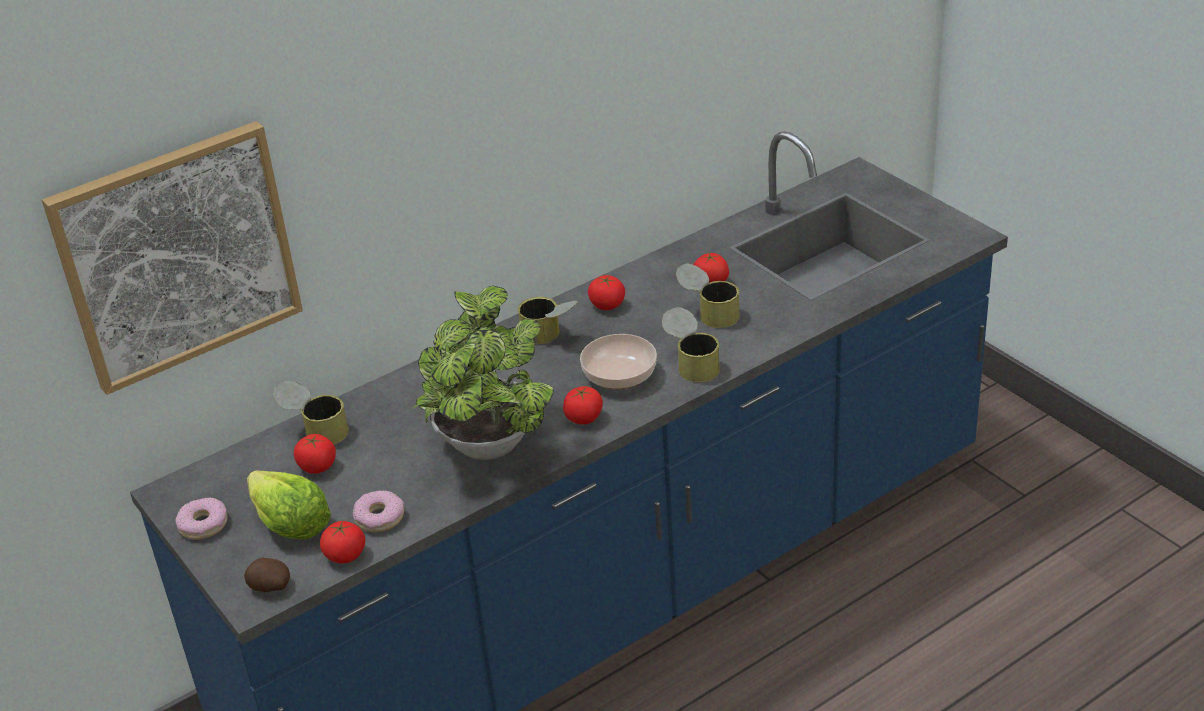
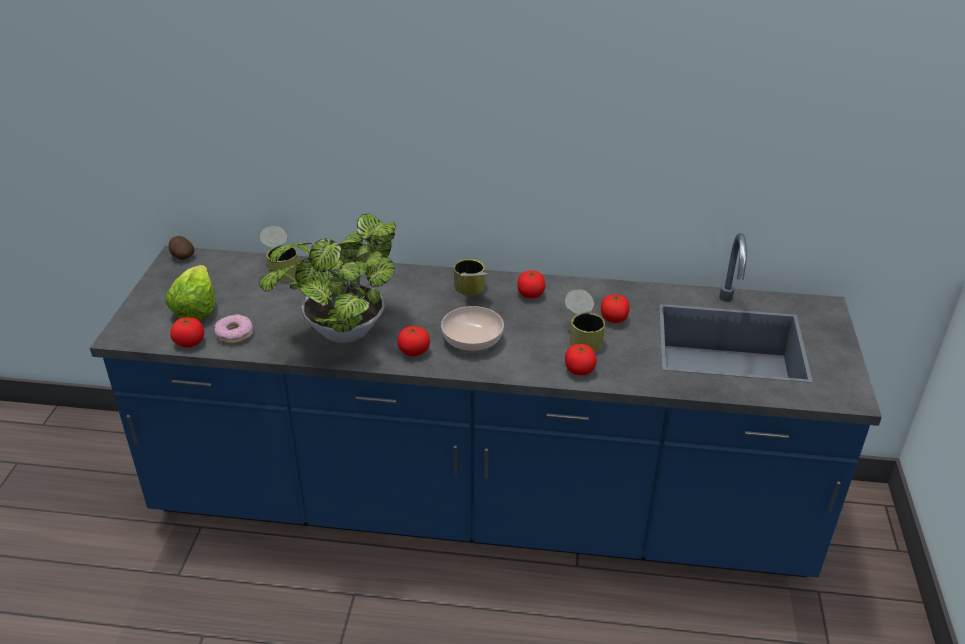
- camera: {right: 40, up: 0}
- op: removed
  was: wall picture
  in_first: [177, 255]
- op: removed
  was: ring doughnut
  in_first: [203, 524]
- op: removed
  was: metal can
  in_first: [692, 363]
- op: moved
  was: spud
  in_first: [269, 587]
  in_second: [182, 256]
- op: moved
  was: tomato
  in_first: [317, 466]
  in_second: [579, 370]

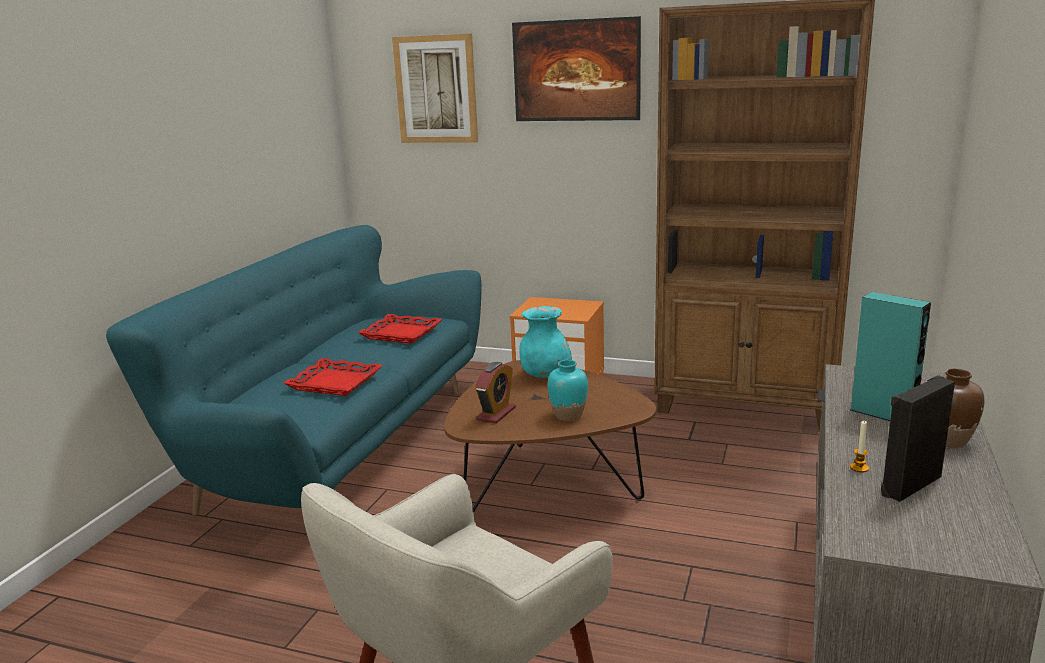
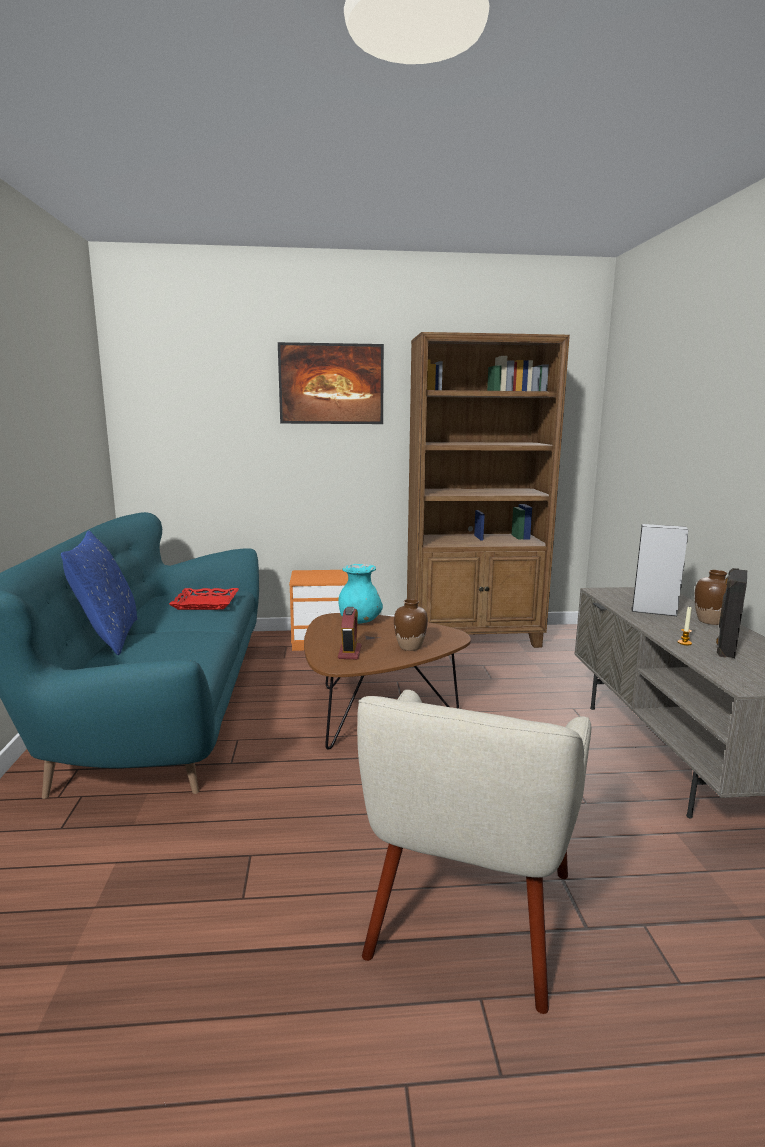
- camera: {right: -25, up: -5}
- op: removed
  was: serving tray (red-coloured)
  in_first: [334, 383]
- op: removed
  was: wall picture
  in_first: [436, 89]
- op: added
  now: throw pillow (blue)
  in_second: [108, 637]
- op: recoloured
  was: decorative vase (turquoise-coloured)
  now: decorative vase (brown-coloured)
  in_first: [568, 416]
  in_second: [410, 647]
- op: recoloured
  was: audio speaker (turquoise-coloured)
  now: audio speaker (gray)
  in_first: [883, 414]
  in_second: [654, 611]

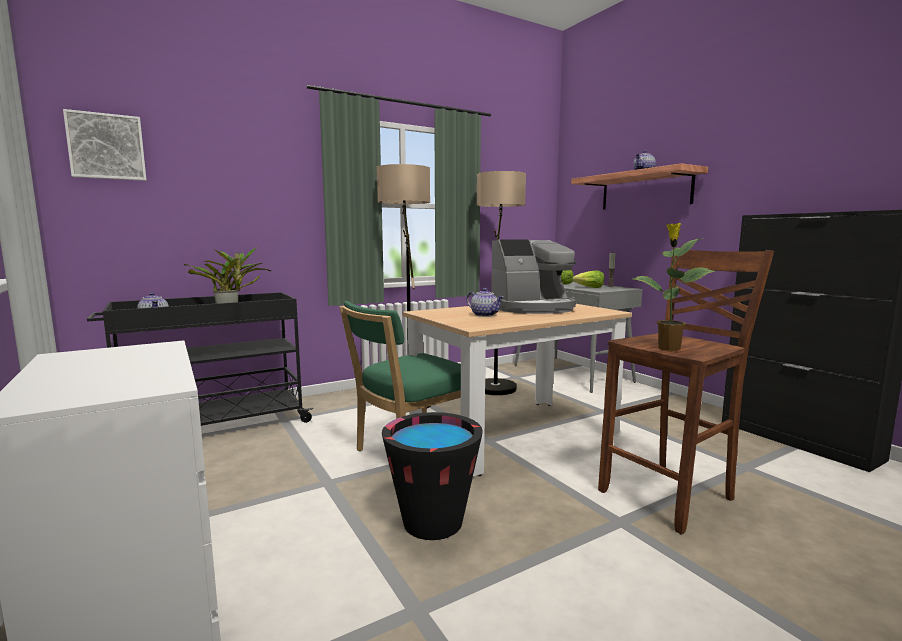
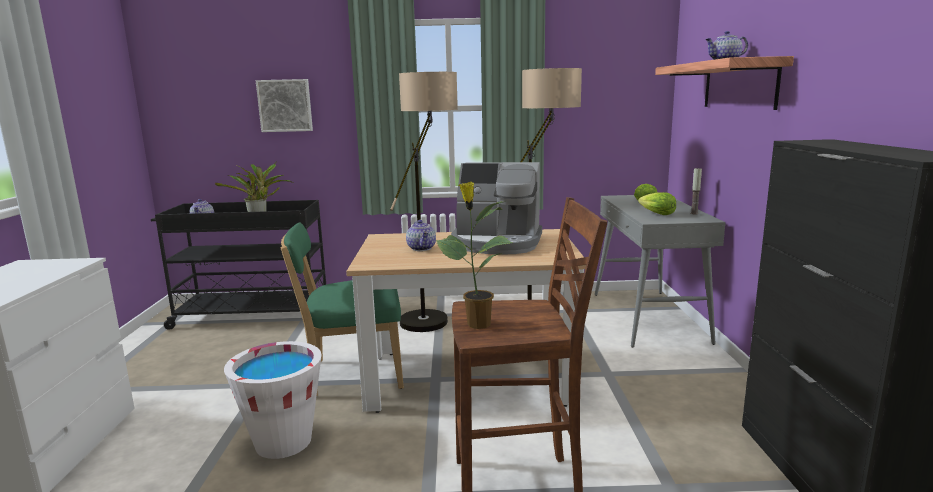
- camera: {right: 30, up: 5}
- op: moved
  was: wall picture
  in_first: [107, 147]
  in_second: [285, 105]
- op: recoloured
  was: pail (black-coloured)
  now: pail (white-coloured)
  in_first: [432, 522]
  in_second: [283, 442]

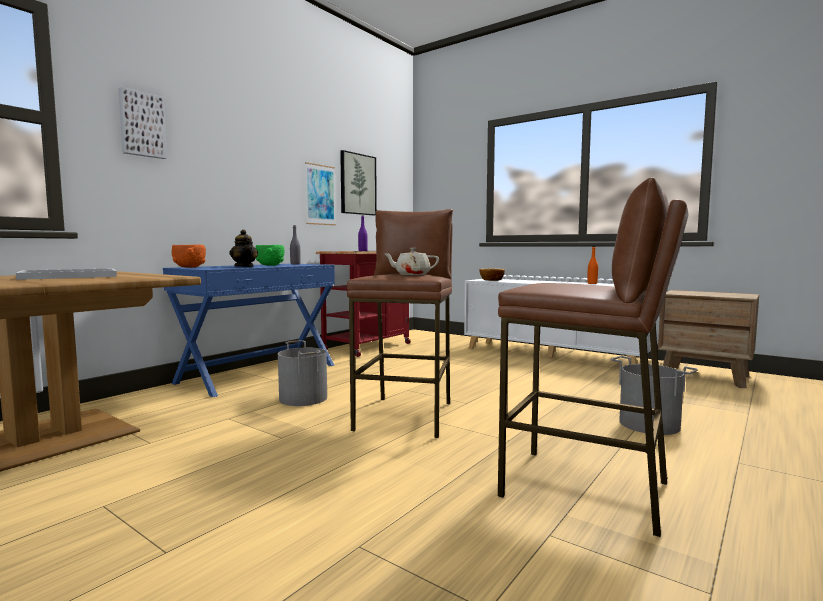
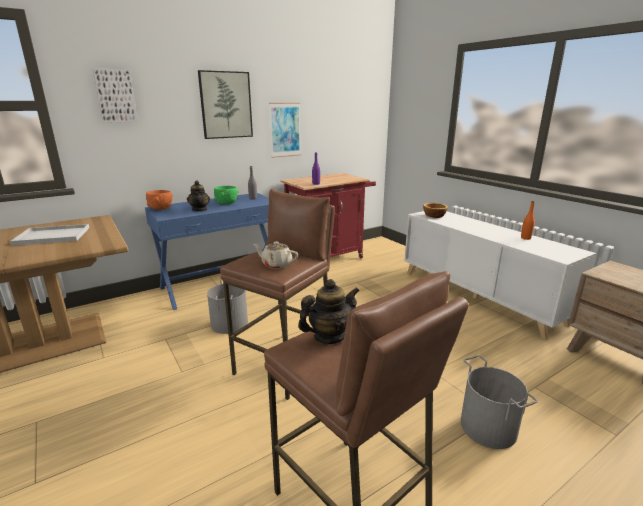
- camera: {right: 20, up: 15}
- op: added
  now: teapot
  in_second: [329, 336]
- op: moved
  was: wall picture
  in_first: [357, 184]
  in_second: [226, 105]

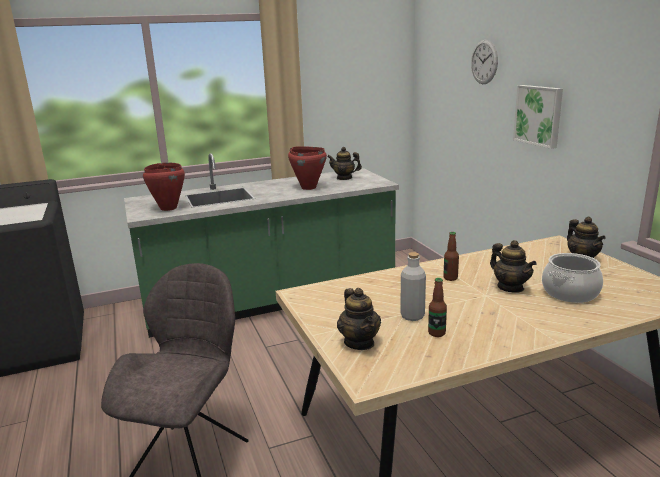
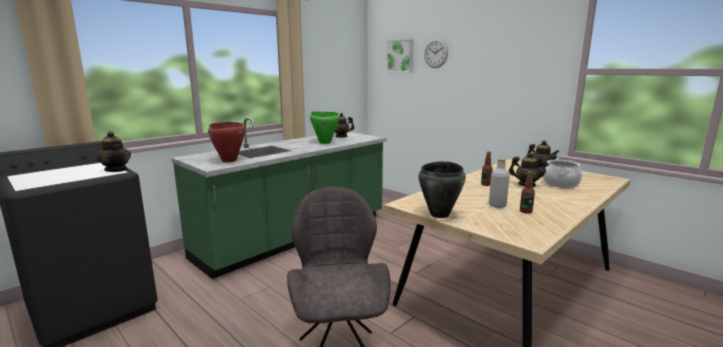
- camera: {right: -25, up: -5}
- op: added
  now: cooking pot (black-coloured)
  in_second: [440, 214]
- op: moved
  was: teapot
  in_first: [359, 342]
  in_second: [116, 170]
- op: moved
  was: wall picture
  in_first: [539, 115]
  in_second: [400, 56]
- op: recoloured
  was: cooking pot (red-coloured)
  now: cooking pot (green)
  in_first: [308, 187]
  in_second: [325, 142]

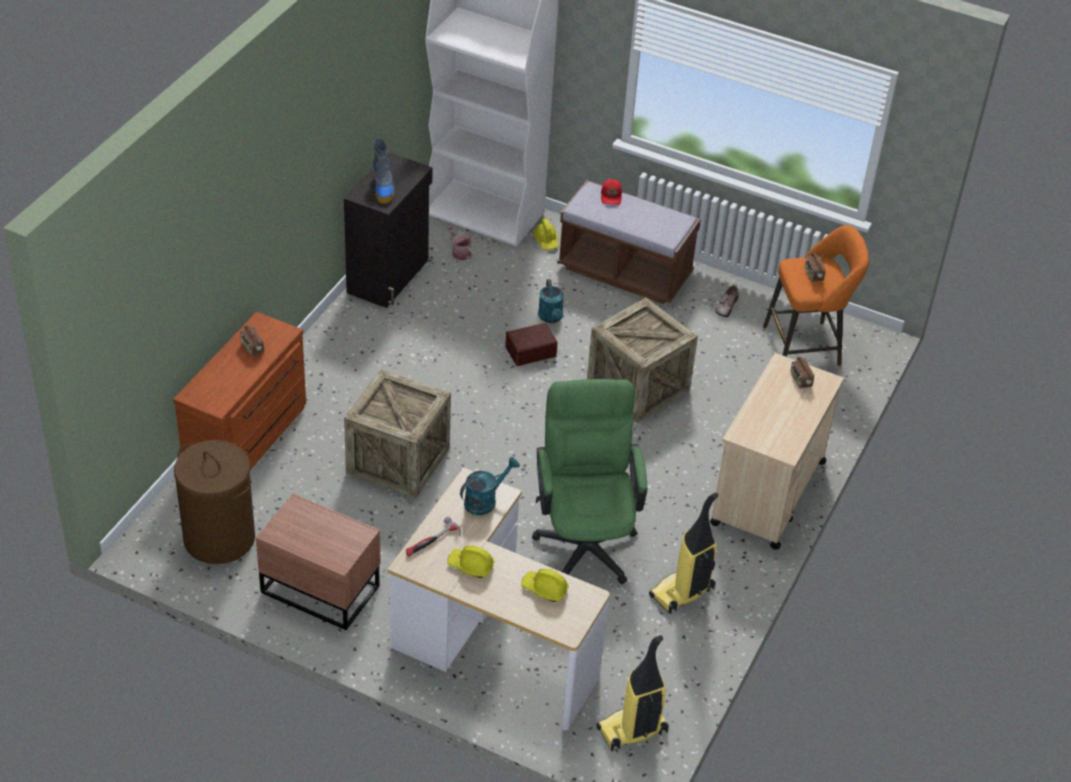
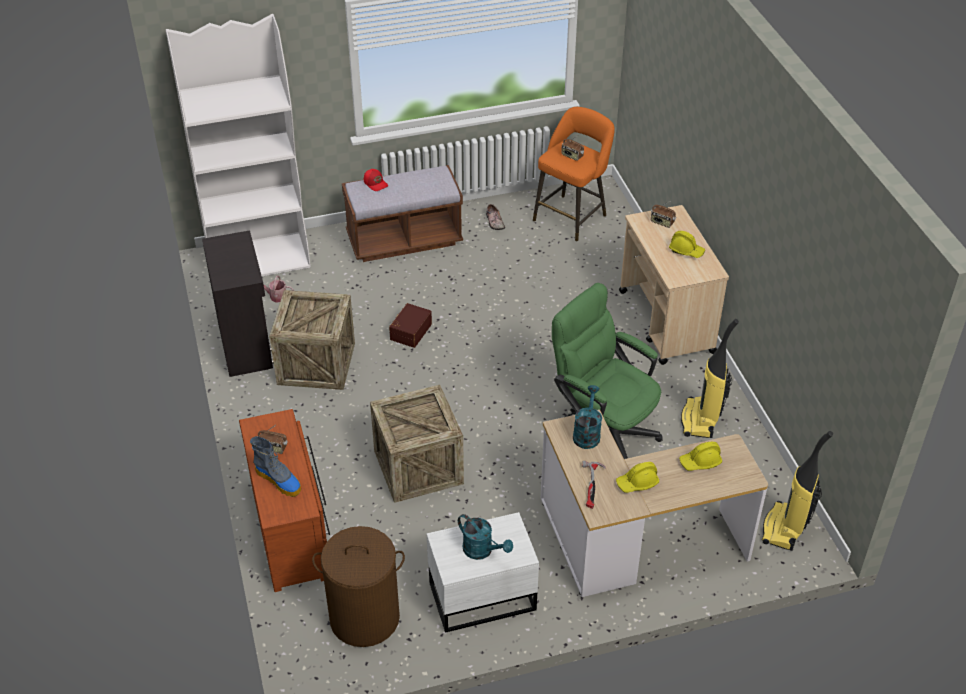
- camera: {right: -40, up: 0}
- op: moved
  was: boot
  in_first: [383, 188]
  in_second: [279, 481]
- op: moved
  was: hard hat (yellowish)
  in_first: [546, 241]
  in_second: [686, 251]
- op: moved
  was: watering can (turquoise-coloured)
  in_first: [551, 318]
  in_second: [482, 551]
- op: moved
  was: shipping crate
  in_first: [638, 386]
  in_second: [316, 363]
- op: recoloured
  was: bedside table (brown-coloured)
  now: bedside table (white-coloured)
  in_first: [320, 587]
  in_second: [480, 595]

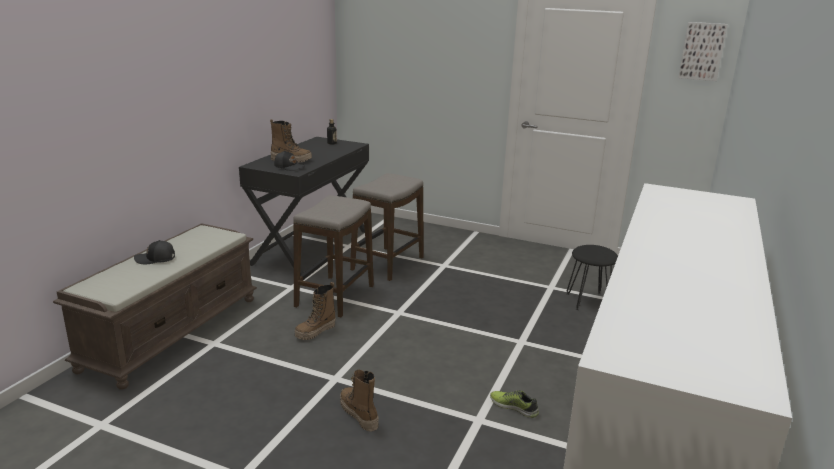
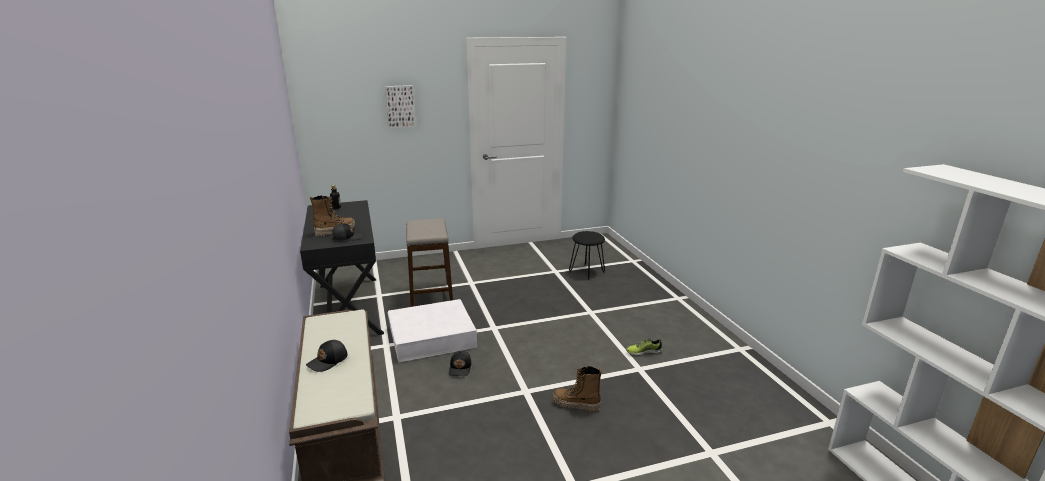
- camera: {right: -40, up: 0}
- op: moved
  was: wall picture
  in_first: [702, 51]
  in_second: [400, 106]
- op: replaced
  was: stool seat
  now: storage container (white-coloured)
  in_first: [335, 296]
  in_second: [432, 337]
- op: replaced
  was: boot
  now: peaked cap (black-coloured)
  in_first: [315, 332]
  in_second: [460, 368]

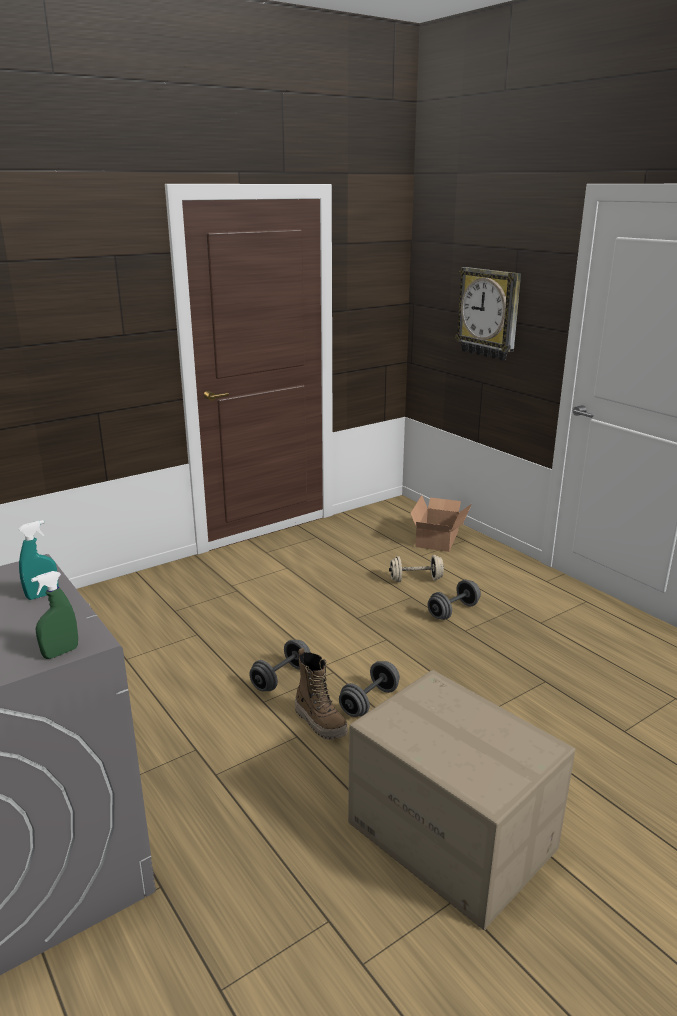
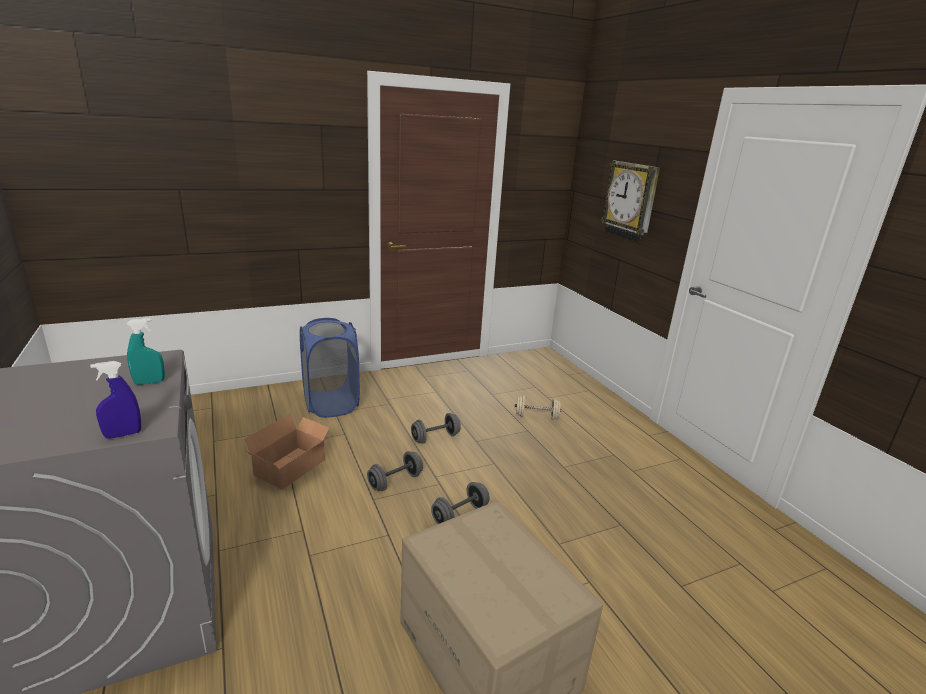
- camera: {right: 10, up: 0}
- op: removed
  was: boot
  in_first: [320, 722]
- op: added
  now: laundry basket (blue)
  in_second: [330, 404]
- op: moved
  was: packing box
  in_first: [439, 538]
  in_second: [293, 467]
- op: moved
  was: dumbbell (gray)
  in_first: [453, 611]
  in_second: [435, 438]
- op: recoloured
  was: sprayer (green)
  now: sprayer (blue)
  in_first: [60, 653]
  in_second: [123, 434]

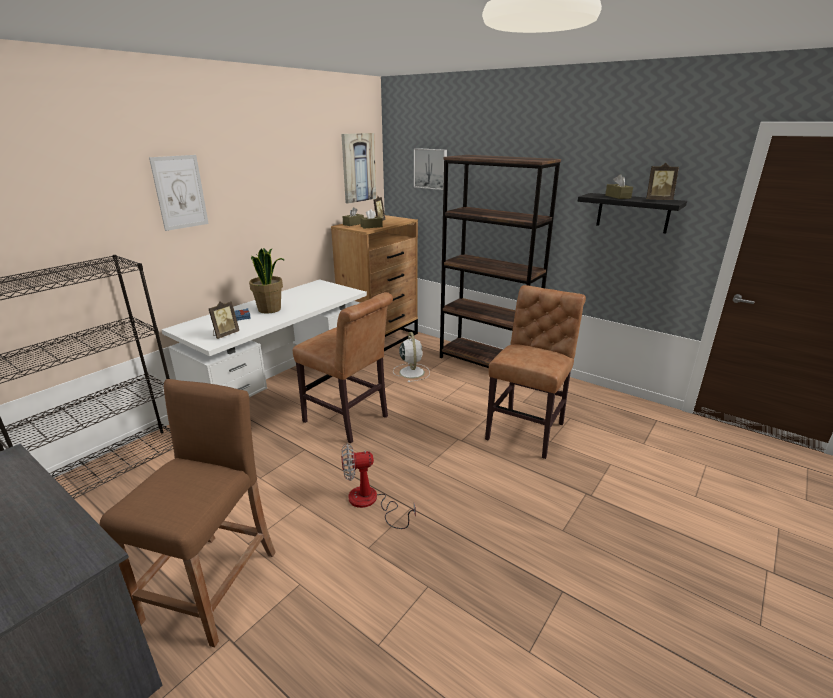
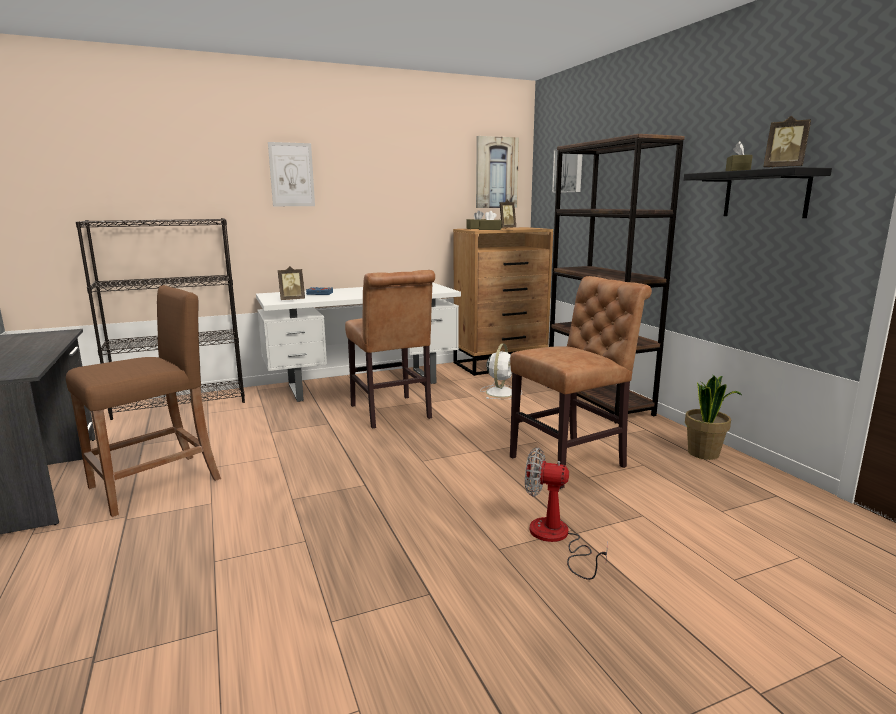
- camera: {right: 30, up: -10}
- op: moved
  was: potted plant
  in_first: [270, 309]
  in_second: [704, 453]
- op: moved
  was: cooling fan
  in_first: [370, 502]
  in_second: [556, 539]

